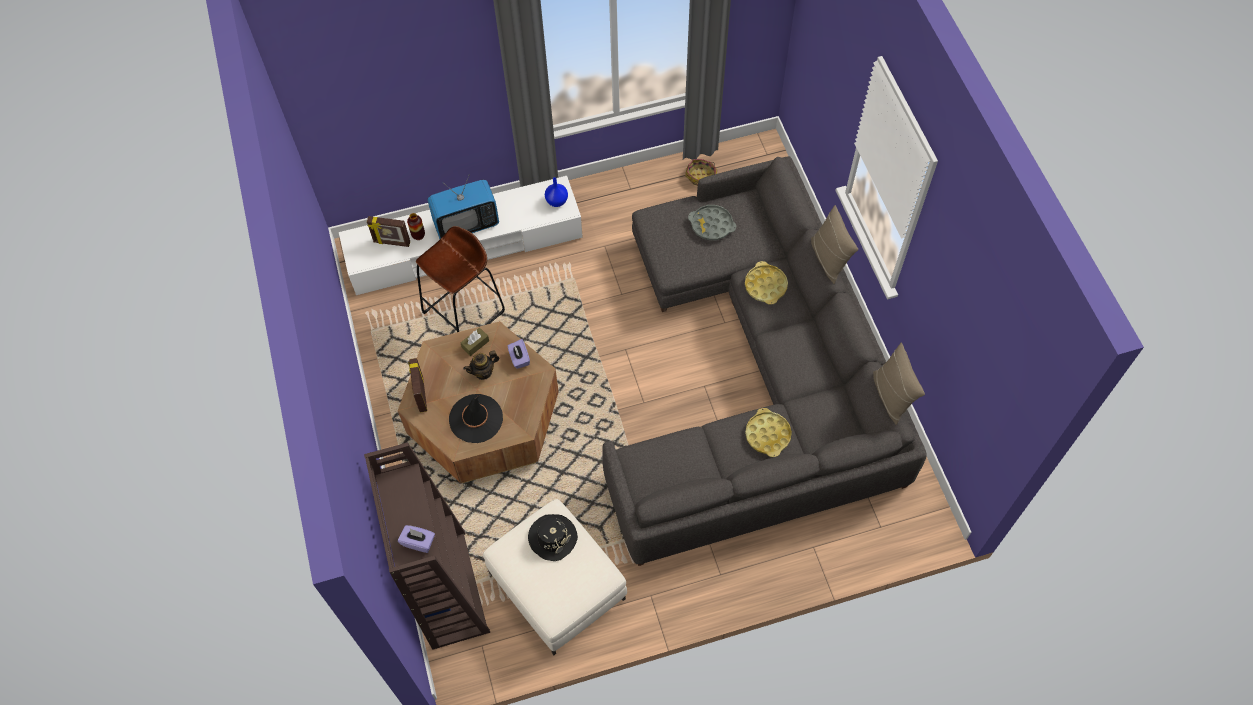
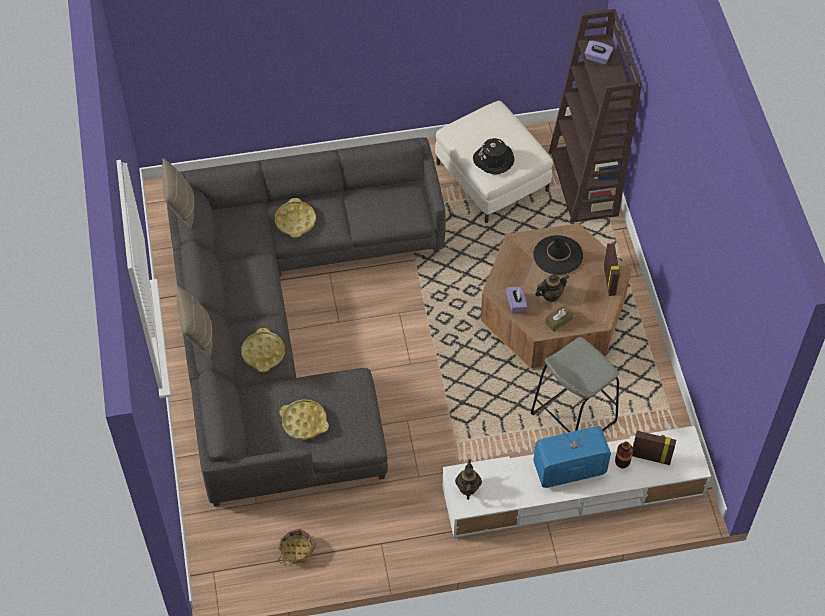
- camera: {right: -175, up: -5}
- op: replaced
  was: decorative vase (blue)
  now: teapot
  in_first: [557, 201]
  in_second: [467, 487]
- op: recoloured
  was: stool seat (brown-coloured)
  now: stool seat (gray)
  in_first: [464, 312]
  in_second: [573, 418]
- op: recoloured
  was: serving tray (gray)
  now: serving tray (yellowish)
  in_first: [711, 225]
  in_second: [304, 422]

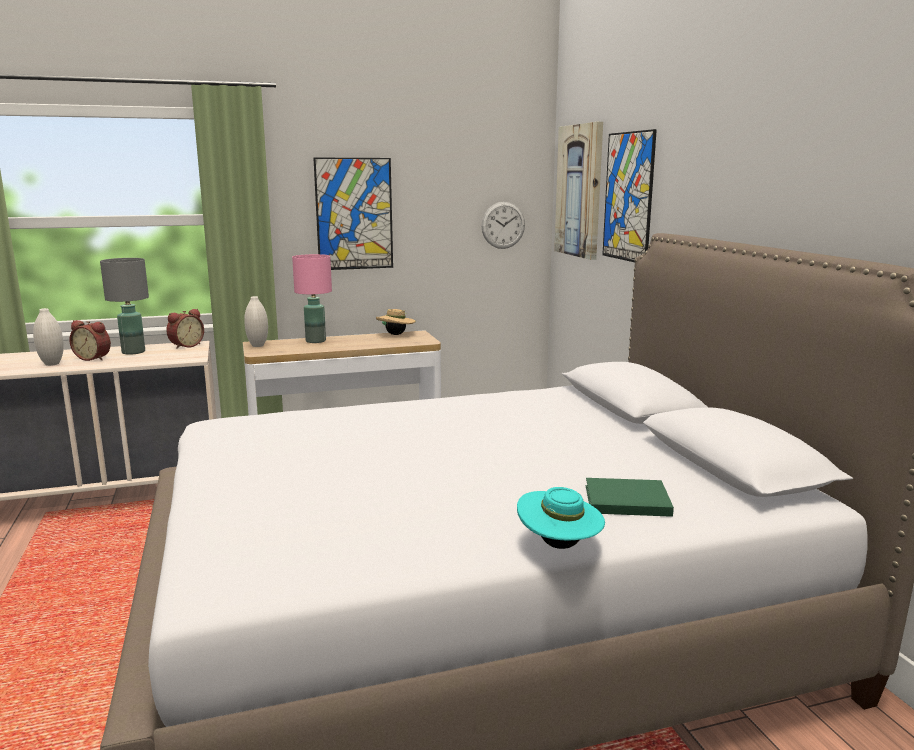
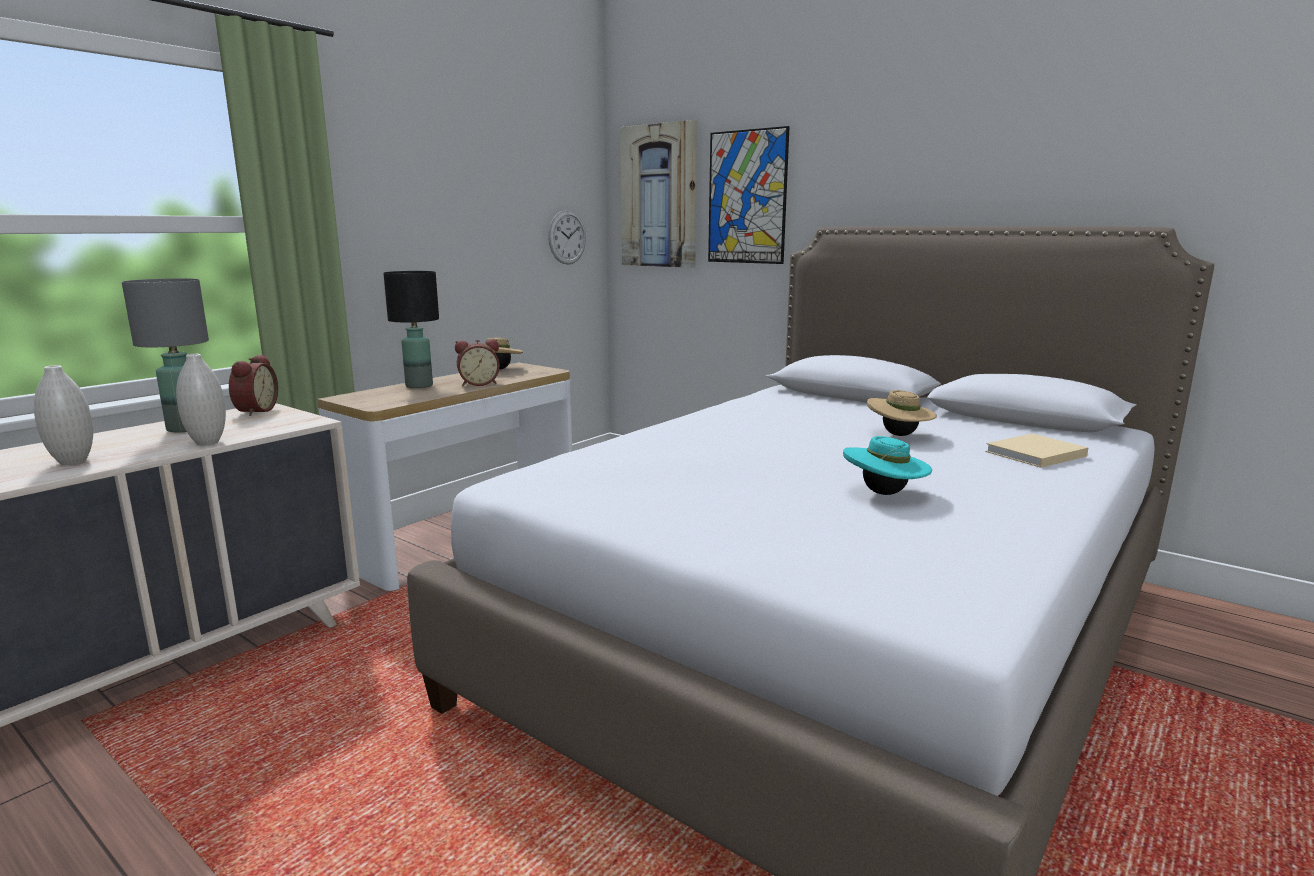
- camera: {right: -35, up: 0}
- op: removed
  was: wall picture
  in_first: [354, 214]
- op: added
  now: wearable hat (beige)
  in_second: [899, 435]
- op: moved
  was: bedside clock
  in_first: [94, 358]
  in_second: [479, 383]
- op: moved
  was: decorative vase (white-coloured)
  in_first: [258, 345]
  in_second: [207, 442]
- op: moved
  was: wearable hat (turquoise-coloured)
  in_first: [559, 546]
  in_second: [884, 493]
- op: recoloured
  was: table lamp (pink-coloured)
  now: table lamp (black-coloured)
  in_first: [316, 341]
  in_second: [420, 385]
- op: recoloured
  was: volume (green)
  now: volume (beige)
  in_first: [624, 500]
  in_second: [1033, 454]

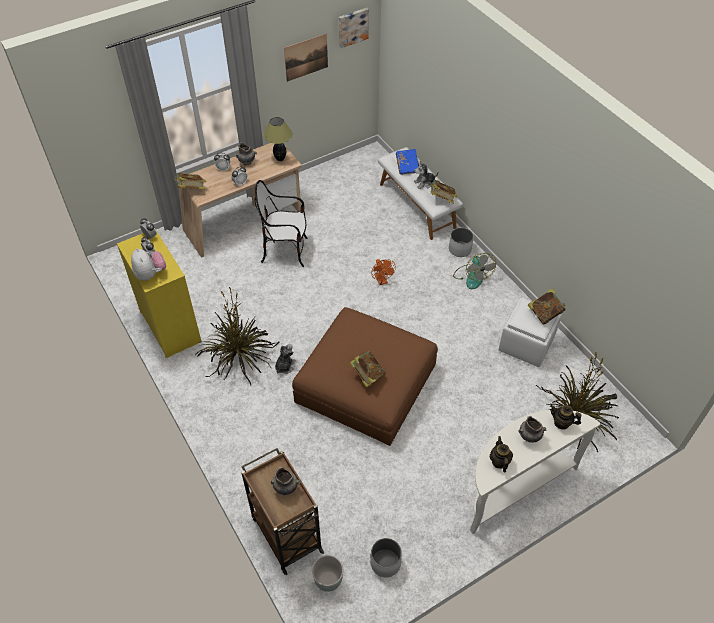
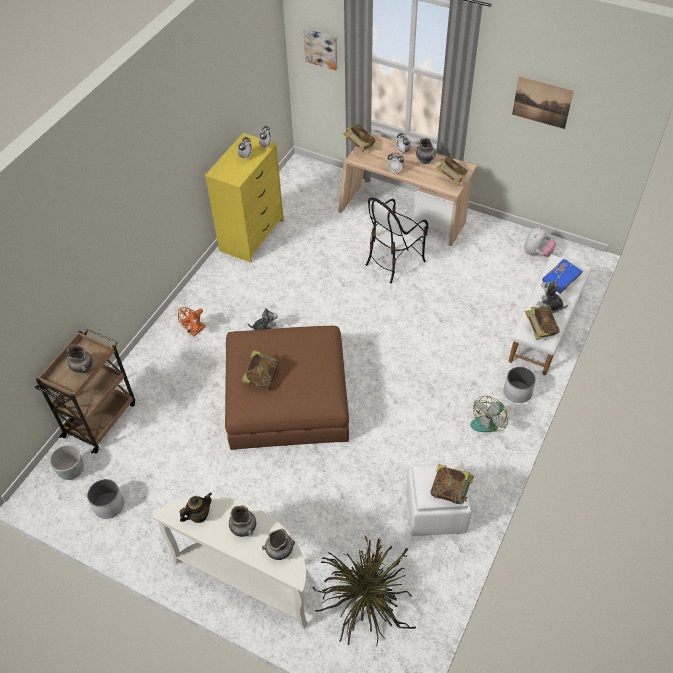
- camera: {right: 60, up: 0}
- op: removed
  was: potted plant
  in_first: [238, 357]
- op: moved
  was: soft toy
  in_first: [150, 274]
  in_second: [537, 253]
- op: moved
  was: wall picture
  in_first: [352, 27]
  in_second: [321, 48]
- op: moved
  was: cooling fan (orange)
  in_first: [382, 281]
  in_second: [194, 331]
- op: replaced
  was: table lamp
  now: volume
  in_first: [280, 159]
  in_second: [451, 179]
- op: replaced
  was: teapot
  now: decorative vase (gray)
  in_first: [561, 423]
  in_second: [279, 552]
- op: turned
  was: upright chair
  in_first: [285, 251]
  in_second: [394, 261]
  clockwise: -105

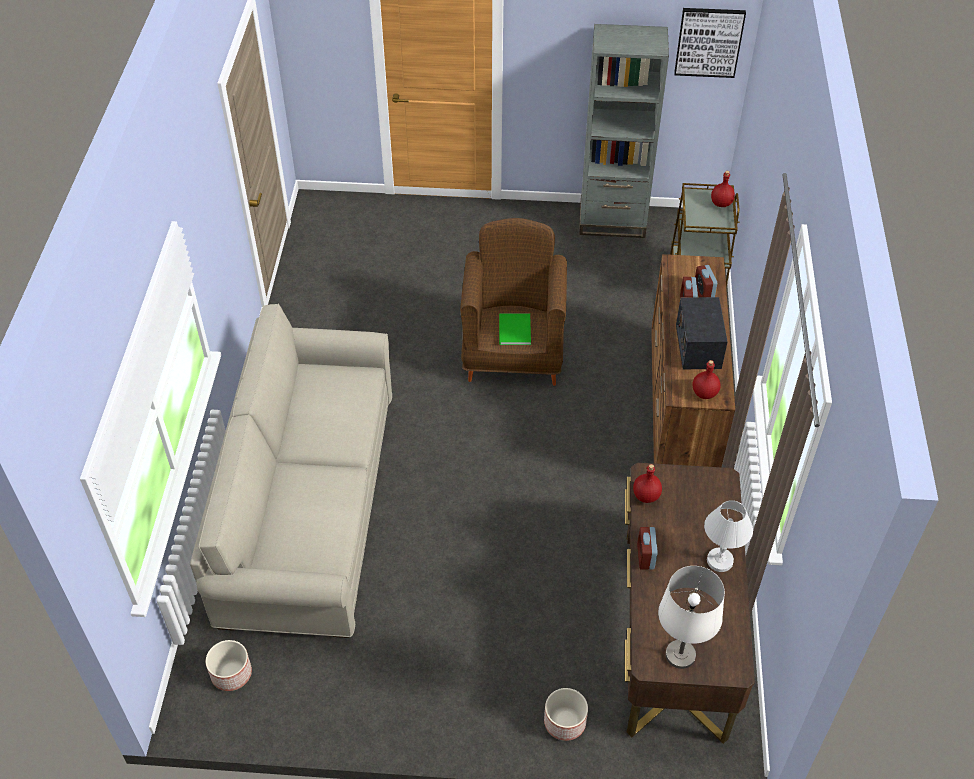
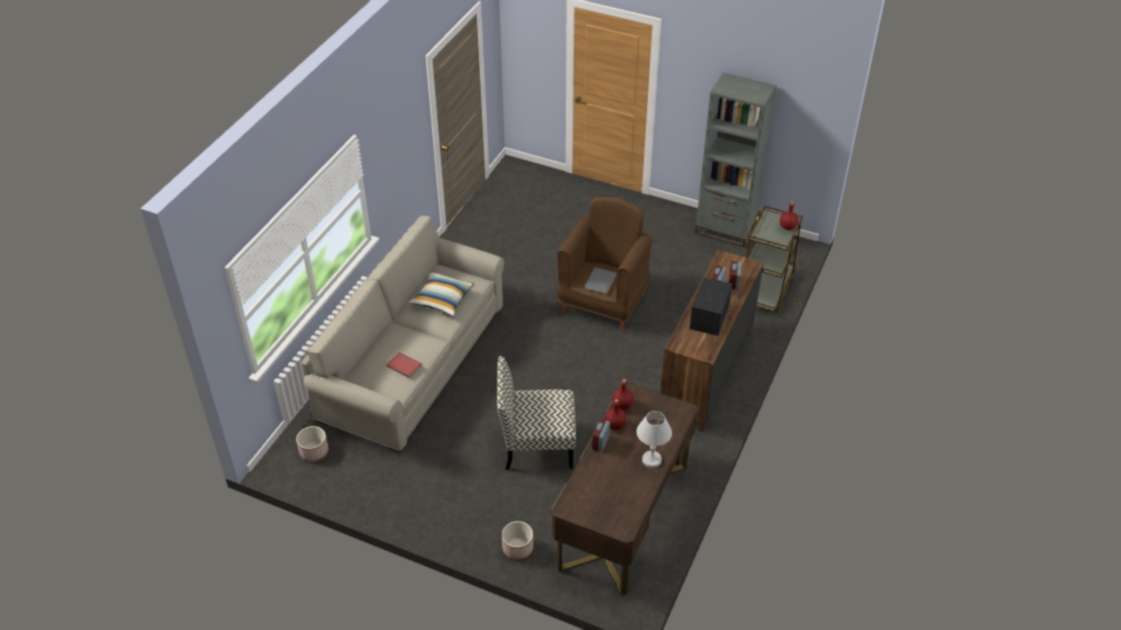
- camera: {right: 20, up: -5}
- op: removed
  was: table lamp (white-coloured)
  in_first: [680, 654]
- op: removed
  was: wall picture
  in_first: [709, 42]
- op: added
  now: volume (red-coloured)
  in_second: [405, 365]
- op: added
  now: throw pillow
  in_second: [442, 299]
- op: added
  now: upright chair
  in_second: [536, 445]
- op: moved
  was: drink bottle (red-coloured)
  in_first: [704, 393]
  in_second: [614, 425]
- op: recoloured
  was: volume (green)
  now: volume (gray)
  in_first: [513, 331]
  in_second: [599, 281]

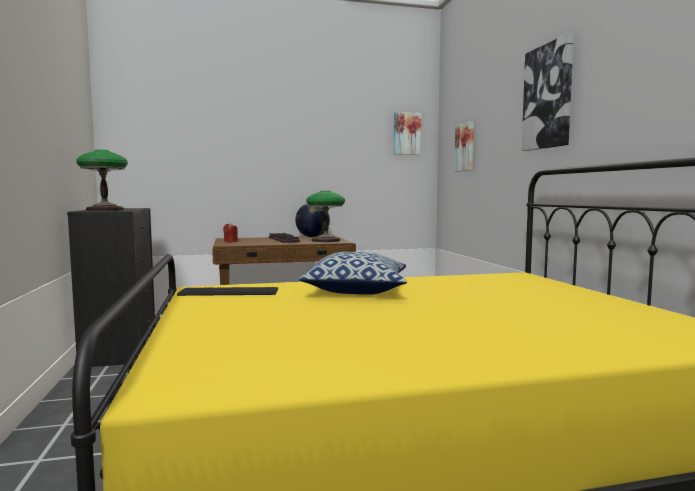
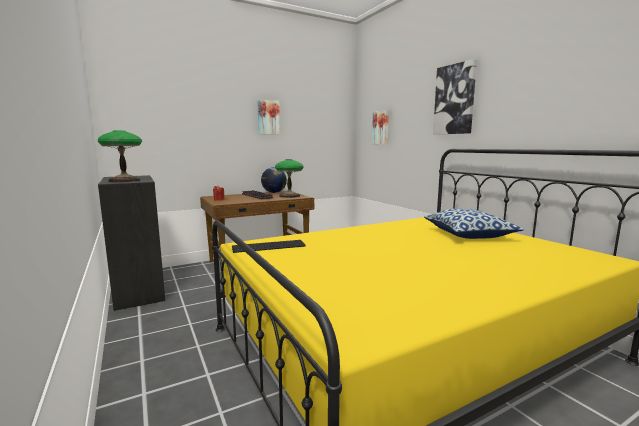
- camera: {right: -15, up: 5}
- op: moved
  was: throw pillow
  in_first: [357, 290]
  in_second: [468, 235]
- op: moved
  was: wall picture
  in_first: [406, 134]
  in_second: [268, 117]

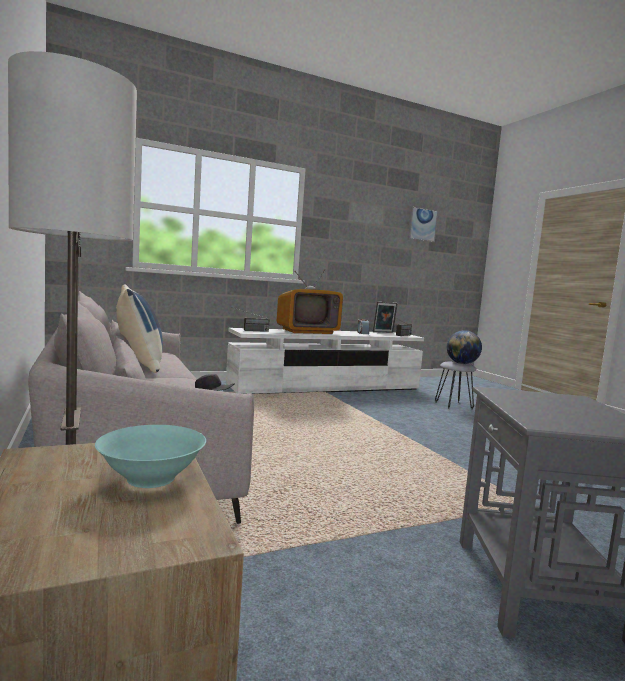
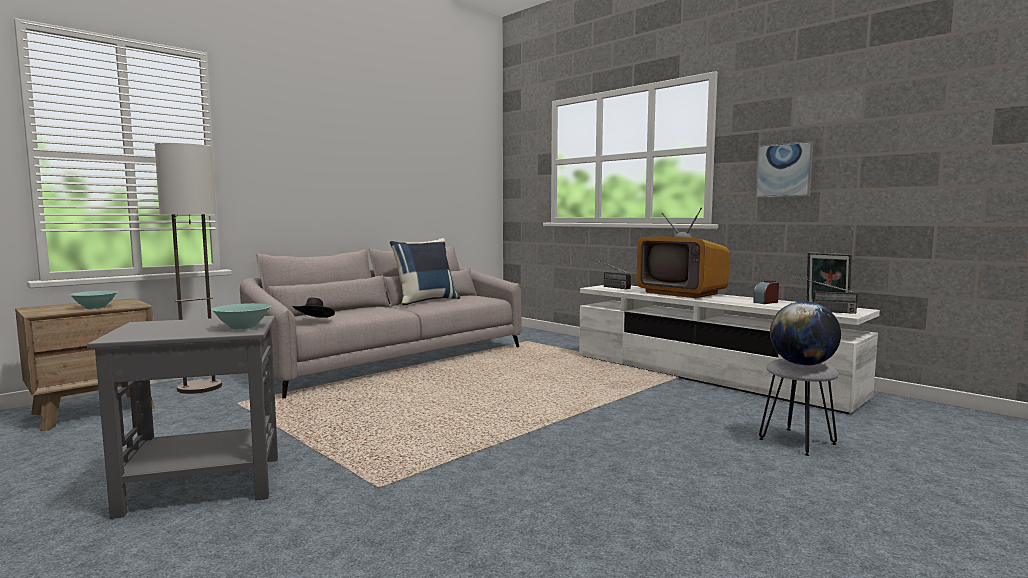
- camera: {right: 70, up: 0}
- op: added
  now: bowl (turquoise-coloured)
  in_second: [242, 327]
- op: moved
  was: wall picture
  in_first: [422, 224]
  in_second: [784, 170]

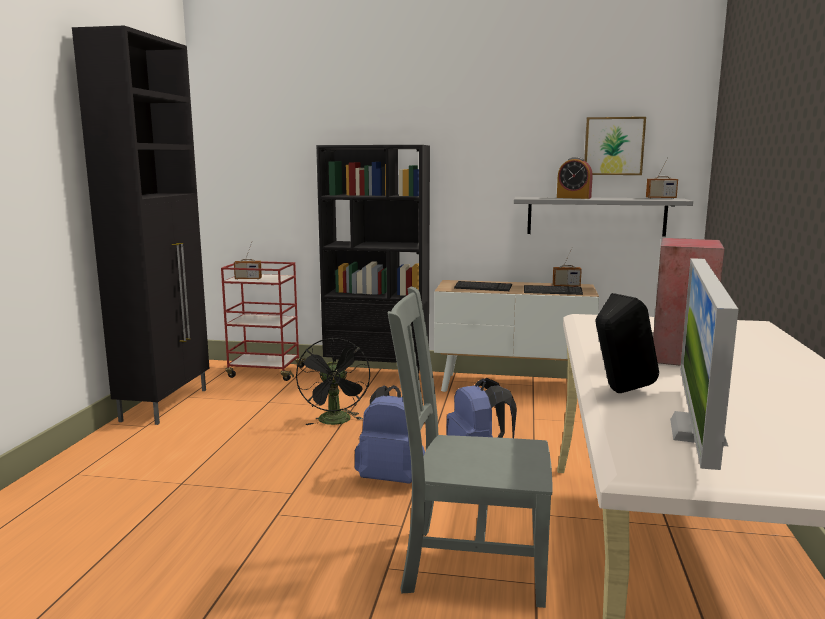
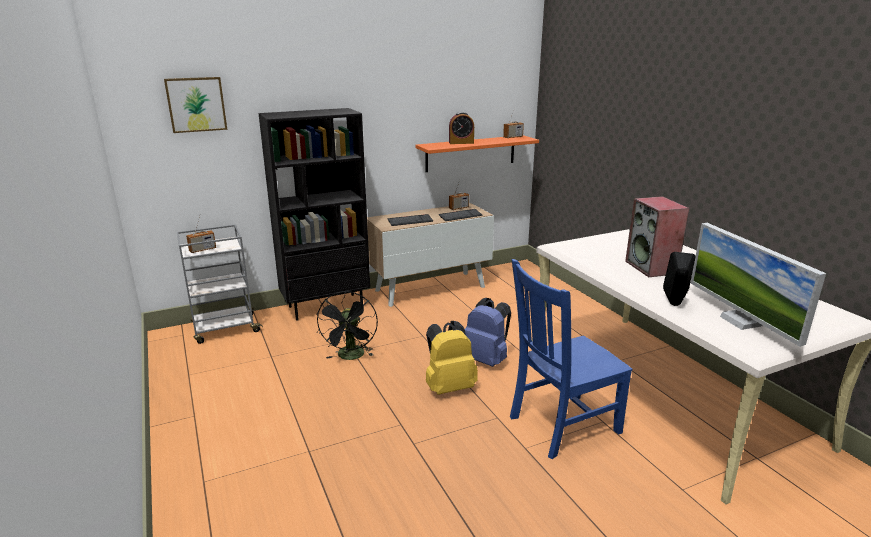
- camera: {right: -35, up: 10}
- op: removed
  was: cabinet (black-coloured)
  in_first: [166, 404]
- op: moved
  was: wall picture
  in_first: [613, 146]
  in_second: [196, 104]
- op: recoloured
  was: trolley (red-coloured)
  now: trolley (gray)
  in_first: [265, 372]
  in_second: [224, 329]
- op: recoloured
  was: rucksack (blue)
  now: rucksack (yellowish)
  in_first: [393, 478]
  in_second: [449, 387]
- op: recoloured
  was: upright chair (gray)
  now: upright chair (blue)
  in_first: [469, 564]
  in_second: [561, 425]
- op: recoloured
  was: shelf (gray)
  now: shelf (orange)
  in_first: [596, 216]
  in_second: [470, 153]
- op: turned
  was: cooling fan (black-coloured)
  in_first: [336, 422]
  in_second: [351, 357]
  clockwise: 45

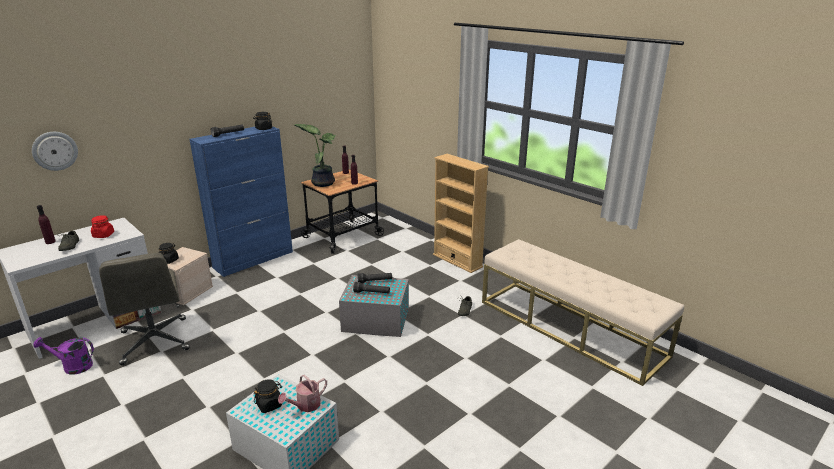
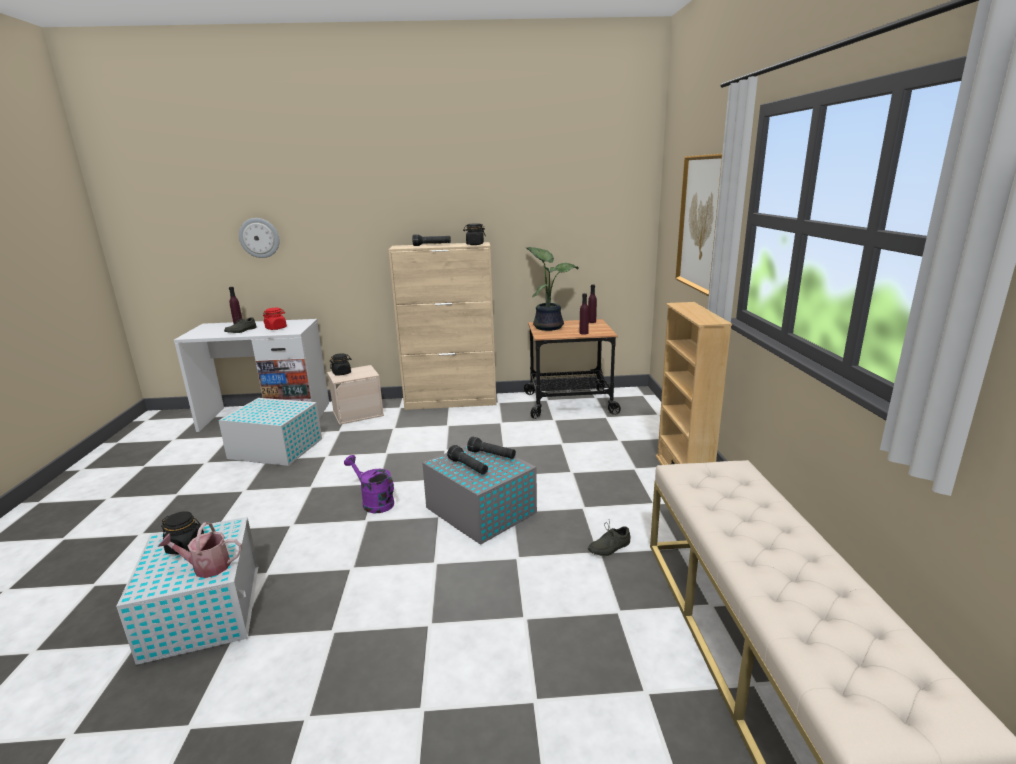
- camera: {right: 40, up: -5}
- op: added
  now: wall picture
  in_second: [702, 223]
- op: moved
  was: watering can (purplish)
  in_first: [73, 366]
  in_second: [374, 502]
- op: replaced
  was: office chair (gray)
  now: storage container (white-coloured)
  in_first: [155, 341]
  in_second: [275, 448]
- op: recoloured
  was: cabinet (blue)
  now: cabinet (beige)
  in_first: [254, 259]
  in_second: [451, 402]

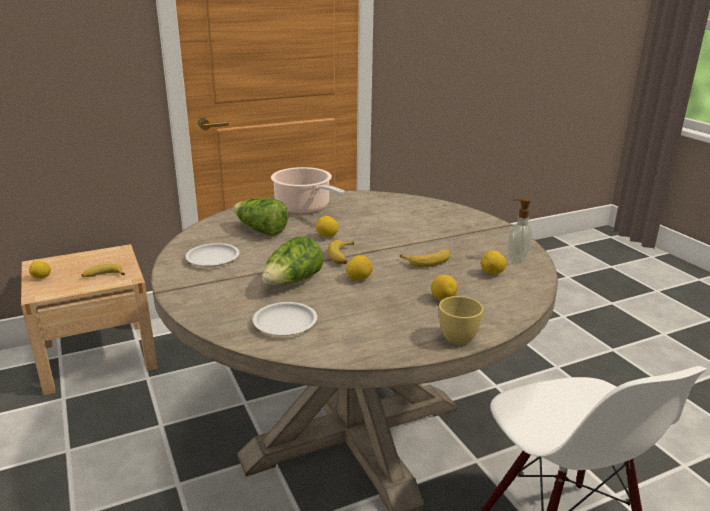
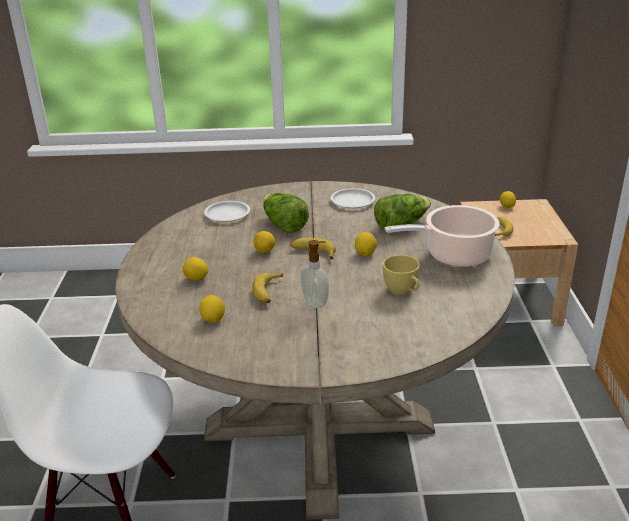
- camera: {right: 115, up: 5}
- op: moved
  was: cup (yellowish)
  in_first: [460, 335]
  in_second: [403, 292]
- op: moved
  was: liquid soap bottle
  in_first: [516, 259]
  in_second: [316, 302]

